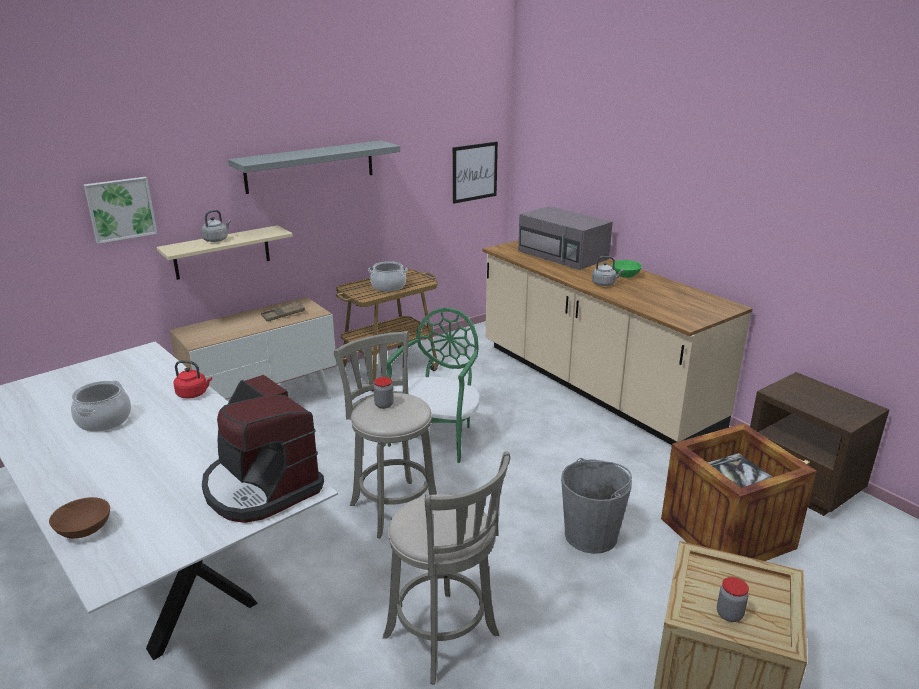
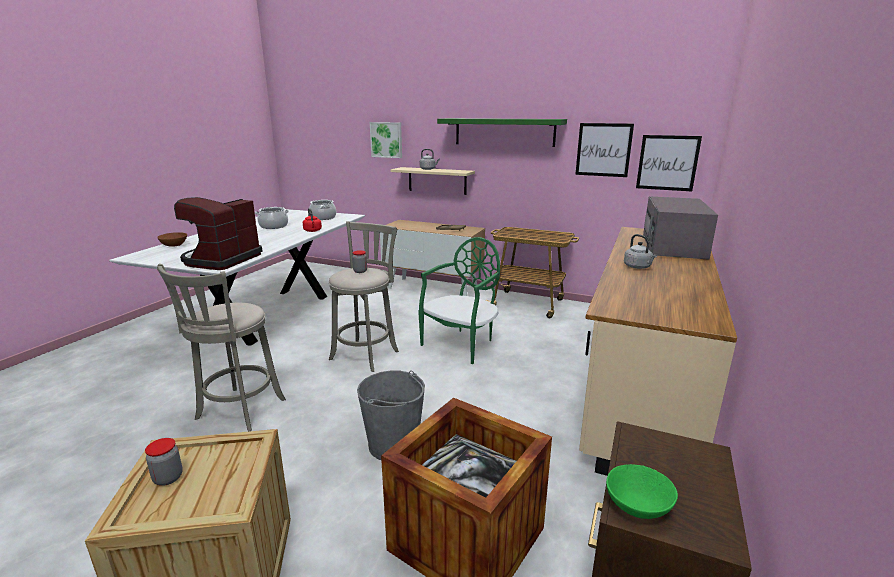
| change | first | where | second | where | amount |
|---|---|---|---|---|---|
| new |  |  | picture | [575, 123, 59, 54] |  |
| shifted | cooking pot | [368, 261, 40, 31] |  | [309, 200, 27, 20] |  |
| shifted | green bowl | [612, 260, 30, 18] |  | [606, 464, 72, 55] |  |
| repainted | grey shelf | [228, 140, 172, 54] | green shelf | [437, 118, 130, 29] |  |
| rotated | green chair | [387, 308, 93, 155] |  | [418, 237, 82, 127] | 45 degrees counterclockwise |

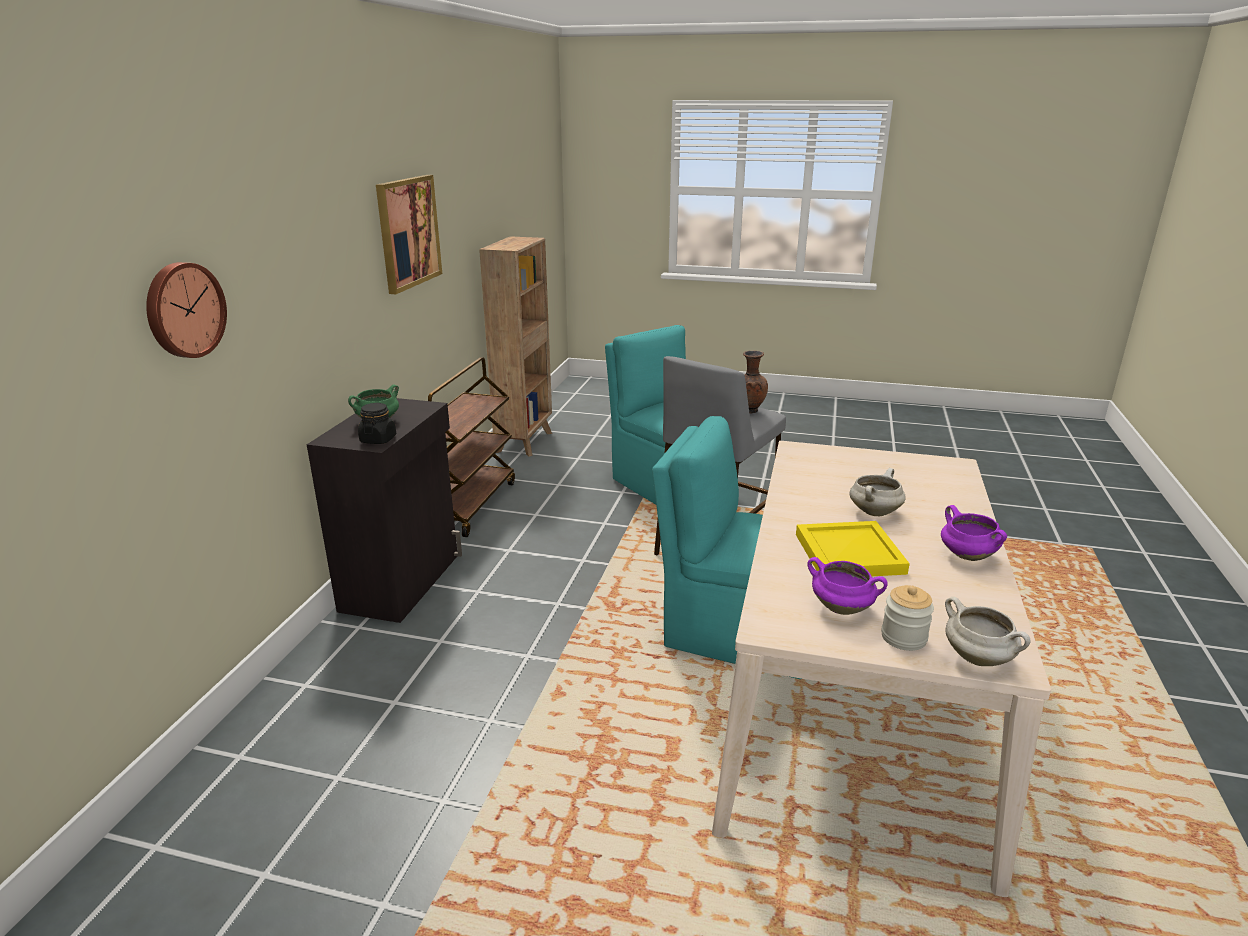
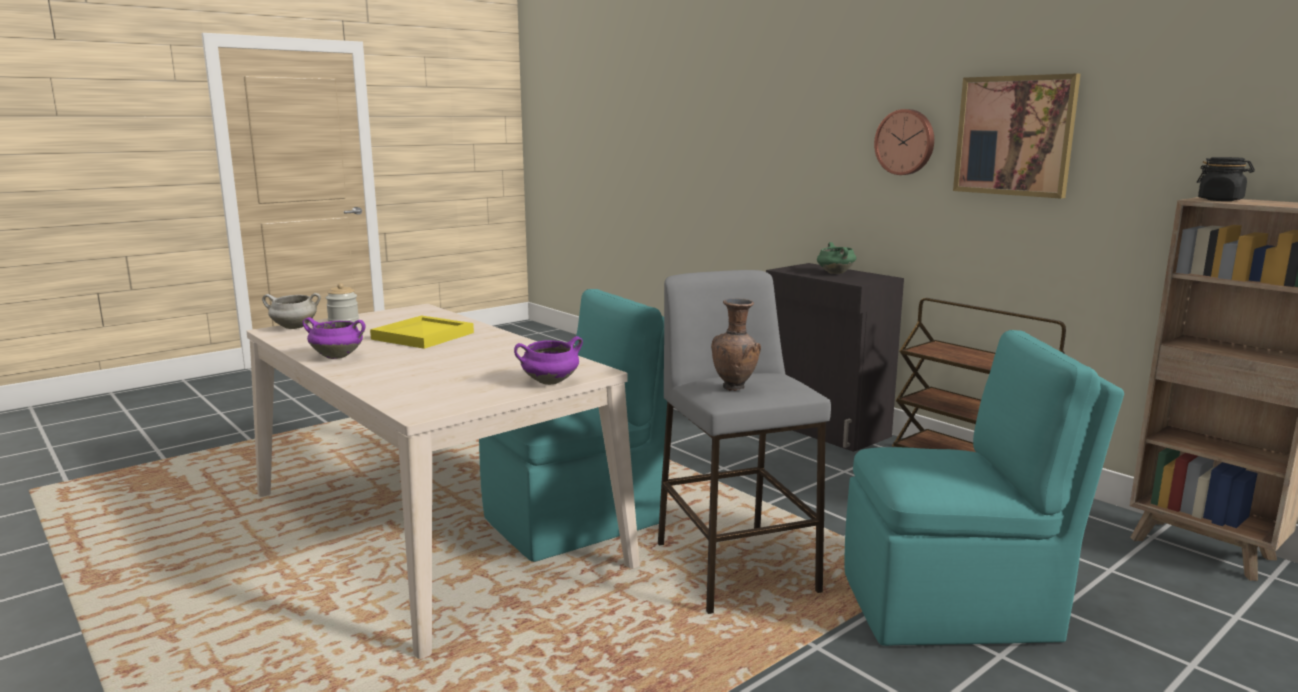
| change | first | where | second | where | amount |
|---|---|---|---|---|---|
| gone | white cooking pot | [849, 468, 57, 48] |  |  |  |
| shifted | wall clock | [146, 262, 81, 96] |  | [874, 109, 60, 66] |  |
| shifted | black jar | [358, 403, 38, 41] |  | [1197, 157, 58, 44] |  |
| shifted | purple cooking pot | [807, 557, 81, 58] |  | [514, 336, 69, 49] |  |

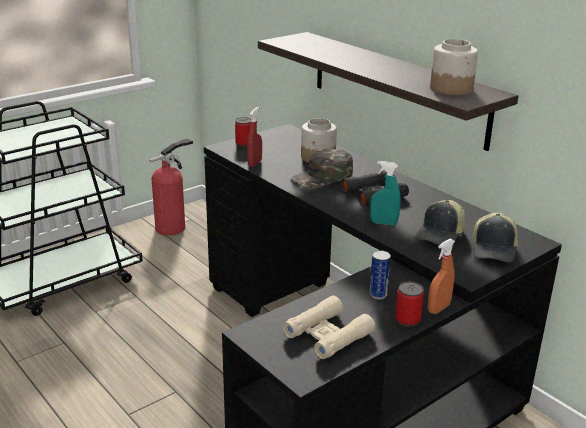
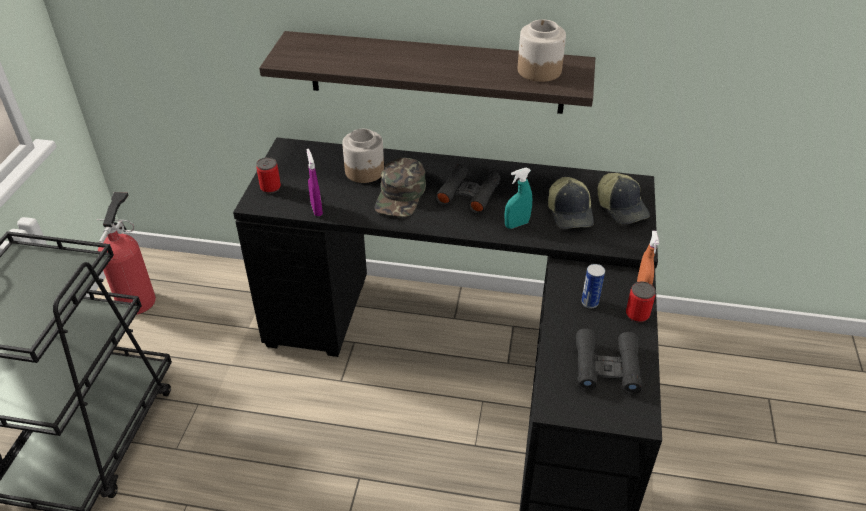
| change | first | where | second | where | amount |
|---|---|---|---|---|---|
| repainted | red spray bottle | [247, 107, 15, 60] | purple spray bottle | [306, 149, 17, 67] |  |
| repainted | beige binoculars | [283, 295, 92, 64] | black binoculars | [576, 328, 66, 66] |  |

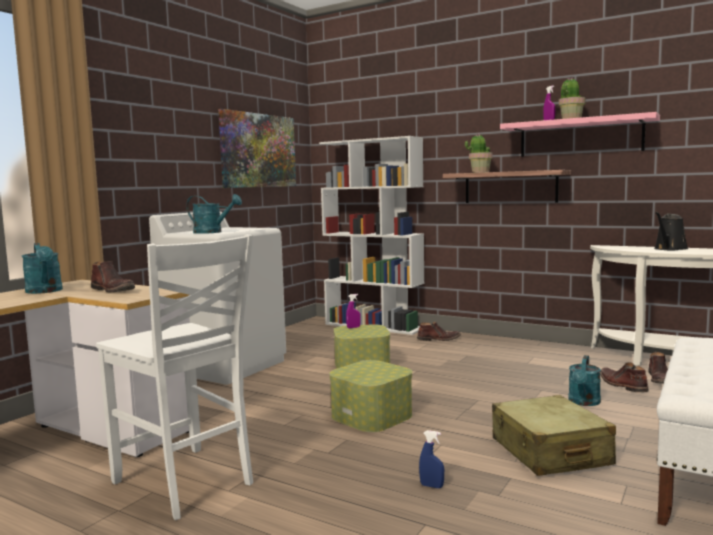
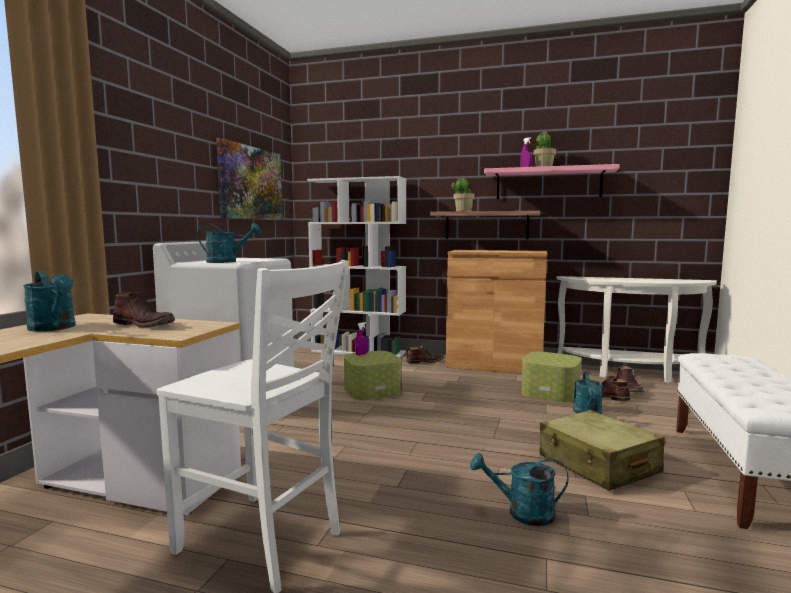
| change | first | where | second | where | amount |
|---|---|---|---|---|---|
| gone | black watering can | [654, 212, 34, 38] |  |  |  |
| new |  |  | brown cabinet | [446, 250, 101, 124] |  |
| shifted | storage box | [329, 360, 83, 72] |  | [521, 352, 61, 50] |  |
| swapped | blue spray bottle | [419, 430, 25, 58] | turquoise watering can | [470, 453, 98, 73] |  |

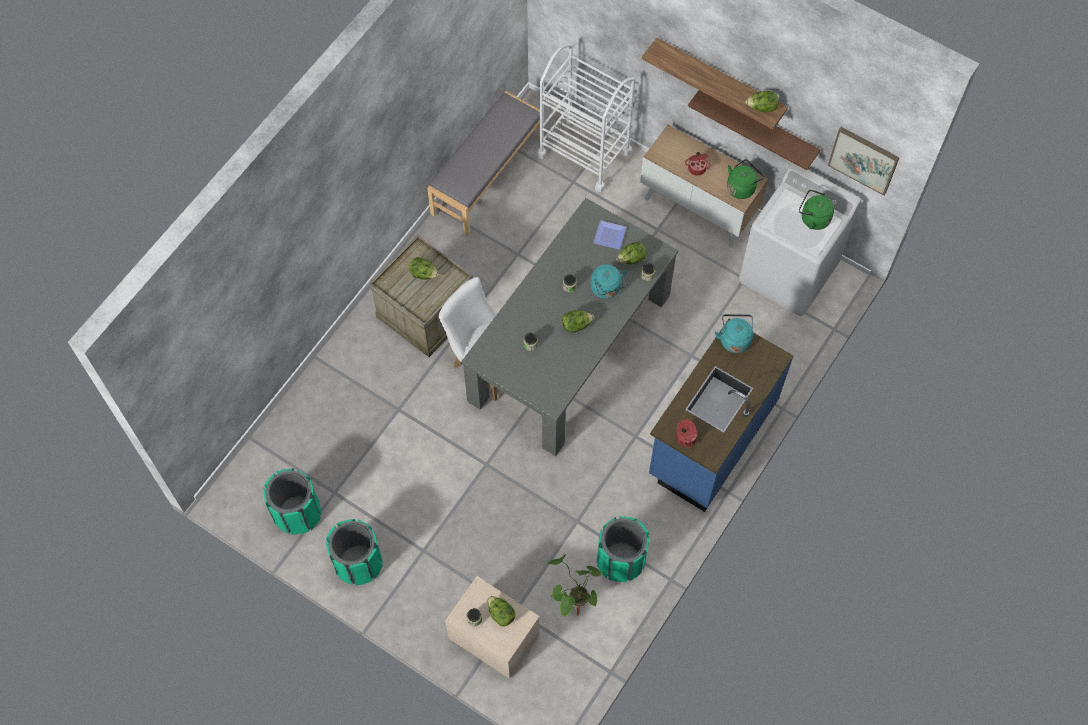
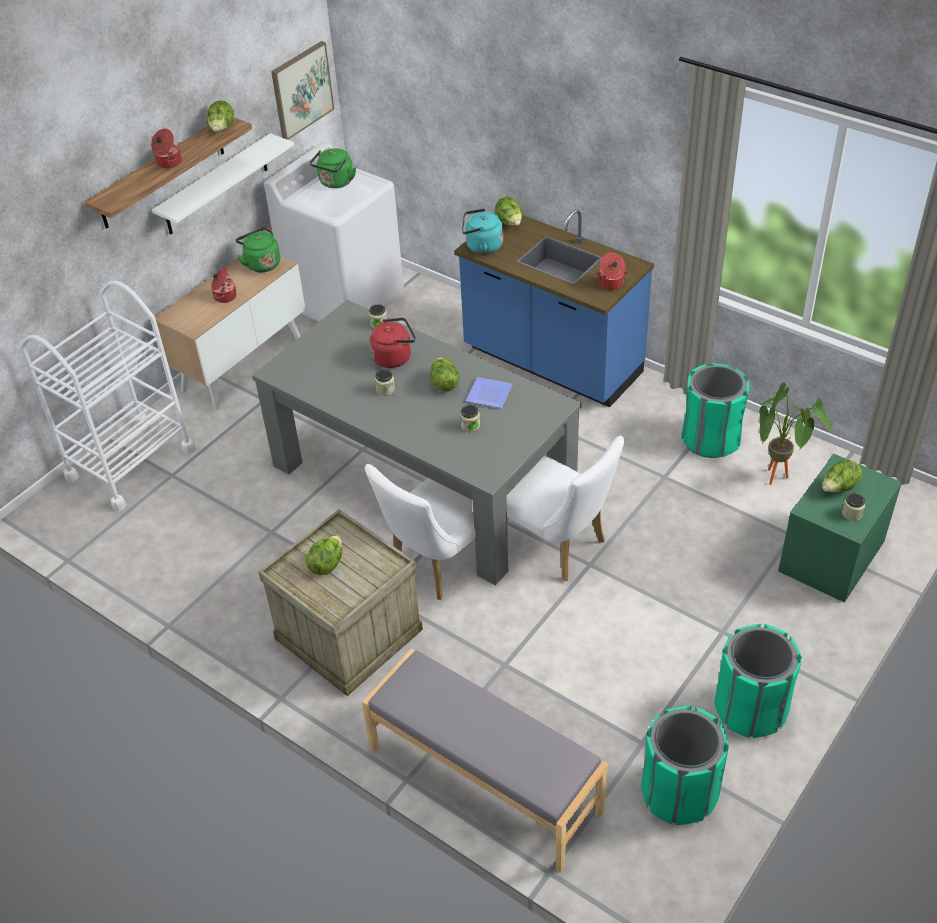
| change | first | where | second | where | amount |
|---|---|---|---|---|---|
| new |  |  | cooking pot | [151, 129, 31, 40] |  |
| new |  |  | white chair | [506, 436, 118, 146] |  |
| shifted | grey bench | [427, 91, 117, 145] |  | [362, 649, 246, 223] |  |
| shifted | plate | [593, 220, 33, 30] |  | [466, 377, 47, 31] |  |
| shifted | lettuce | [616, 242, 31, 22] |  | [495, 196, 27, 30] |  |
| repainted | beige nightstand | [445, 576, 94, 103] | green nightstand | [778, 454, 124, 149] |  |
| repainted | turquoise kettle | [591, 264, 36, 35] | red kettle | [370, 318, 46, 50] |  |
| repainted | brown shelf | [688, 90, 133, 80] | white shelf | [152, 133, 142, 102] |  |

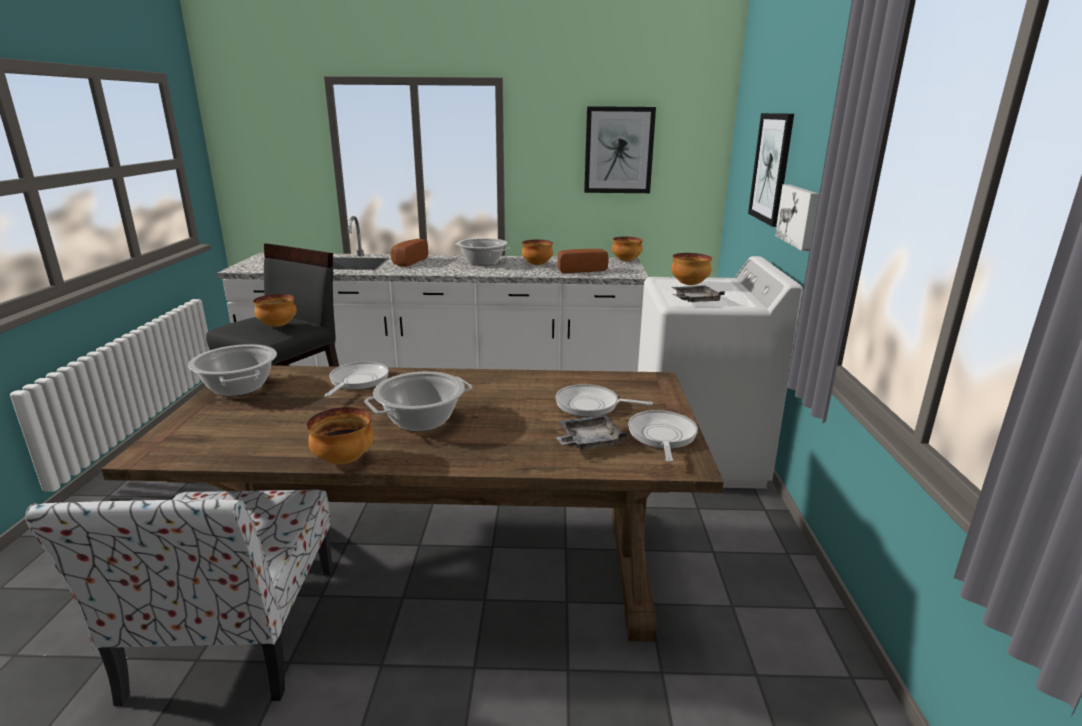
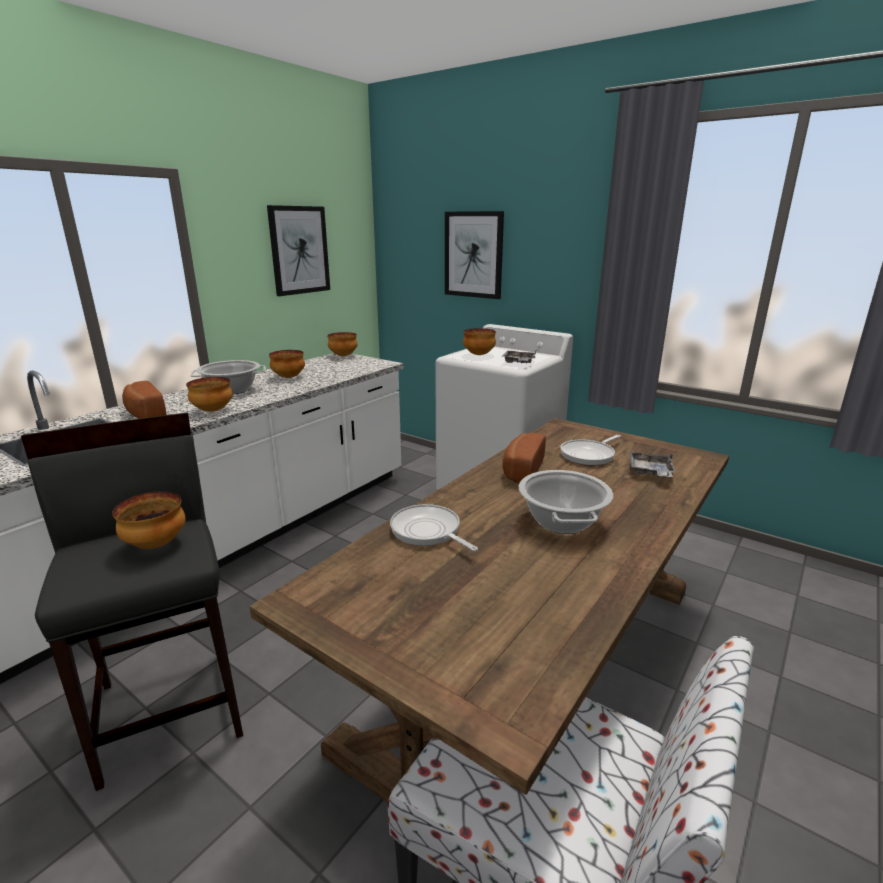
| change | first | where | second | where | amount |
|---|---|---|---|---|---|
| gone | cooking pot | [188, 344, 89, 52] |  |  |  |
| gone | frying pan | [628, 410, 70, 52] |  |  |  |
| gone | picture | [775, 184, 44, 67] |  |  |  |
| shifted | bowl | [307, 407, 67, 57] |  | [186, 377, 47, 35] |  |
| shifted | bread | [558, 249, 51, 24] |  | [502, 433, 44, 50] |  |

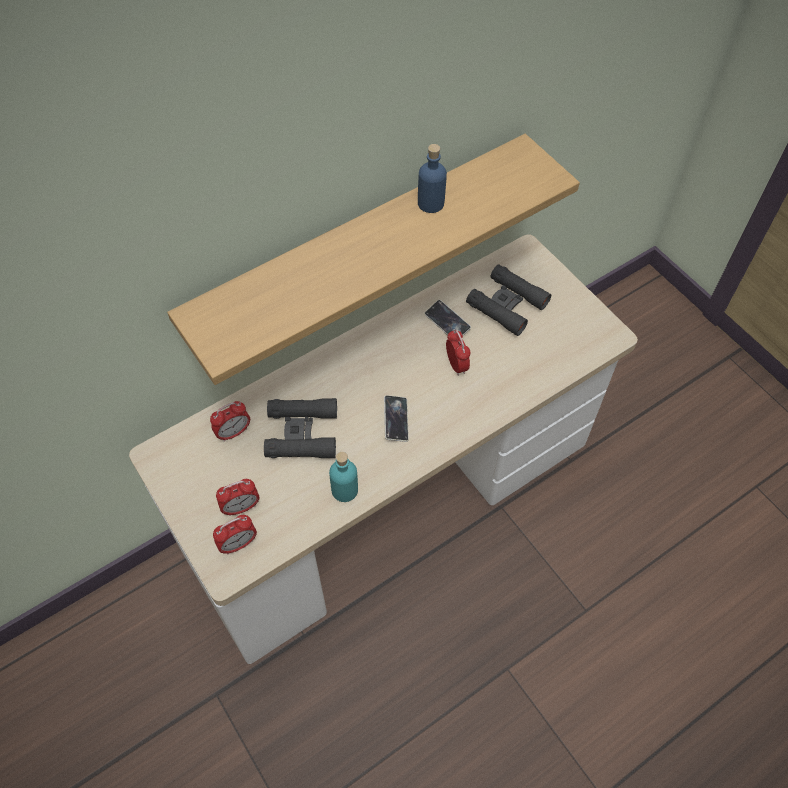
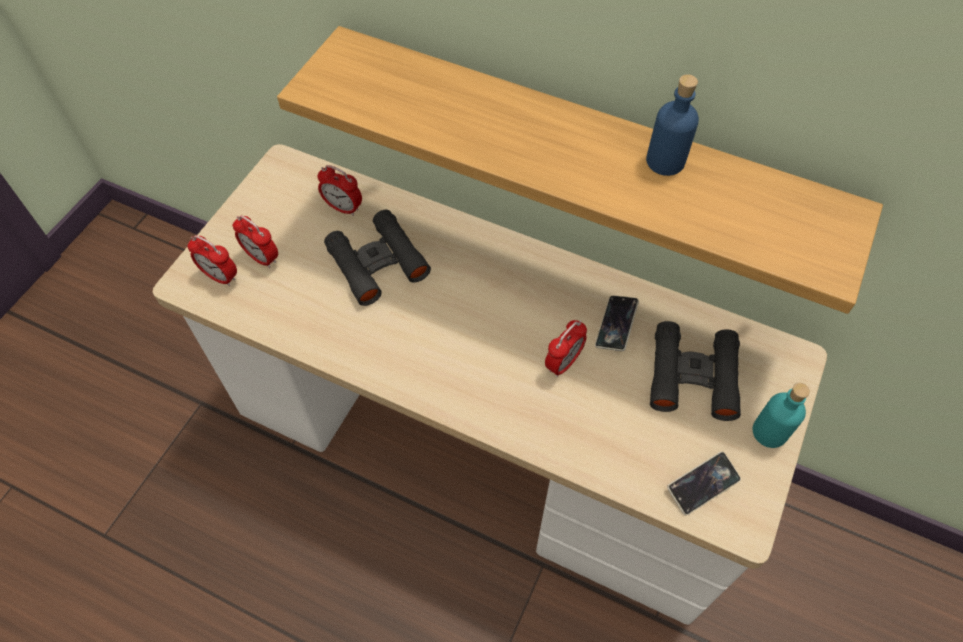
| change | first | where | second | where | amount |
|---|---|---|---|---|---|
| shifted | turquoise bottle | [329, 452, 29, 50] |  | [753, 383, 57, 65] |  |
| shifted | phone | [384, 395, 25, 47] |  | [667, 452, 74, 63] |  |

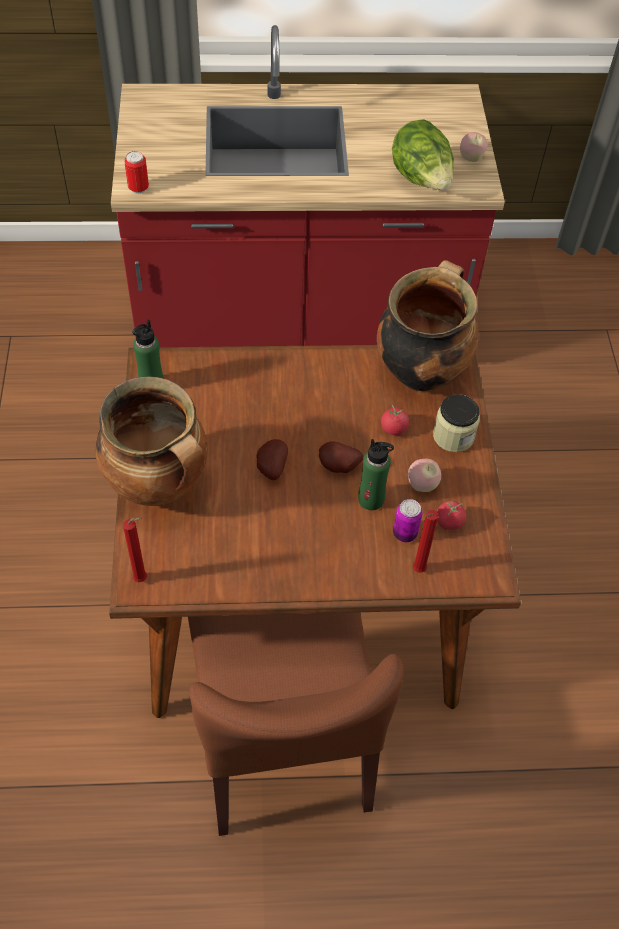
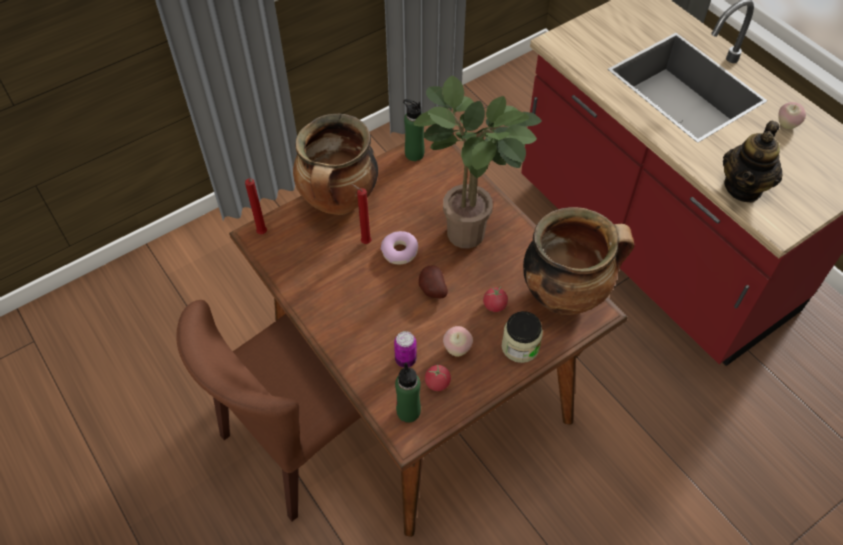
| change | first | where | second | where | amount |
|---|---|---|---|---|---|
| gone | can | [124, 151, 25, 43] |  |  |  |
| new |  |  | potted plant | [413, 75, 129, 174] |  |
| shifted | green bottle | [358, 439, 36, 71] |  | [395, 362, 26, 61] |  |
| shifted | red candle | [413, 510, 26, 63] |  | [352, 184, 19, 60] |  |
| shifted | apple | [460, 132, 28, 30] |  | [778, 102, 28, 27] |  |
| swapped | potato | [256, 439, 32, 41] | donut | [381, 231, 37, 33] |  |
| swapped | lettuce | [392, 119, 62, 71] | teapot | [723, 121, 60, 82] |  |

